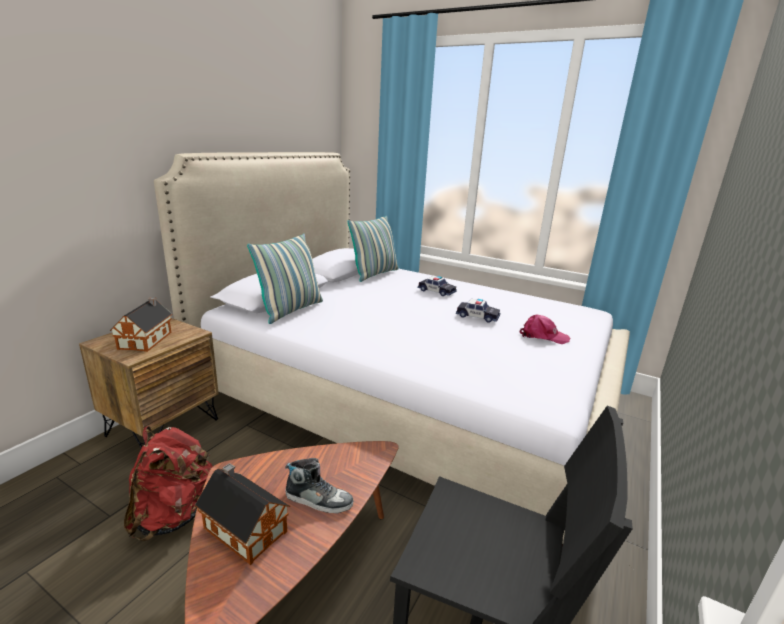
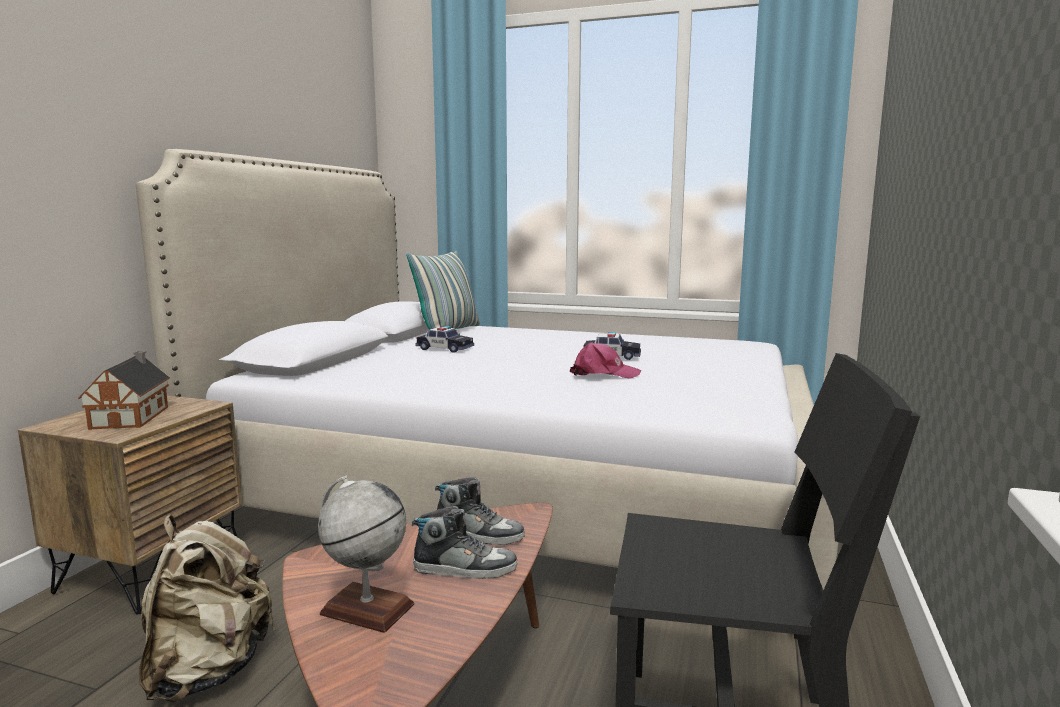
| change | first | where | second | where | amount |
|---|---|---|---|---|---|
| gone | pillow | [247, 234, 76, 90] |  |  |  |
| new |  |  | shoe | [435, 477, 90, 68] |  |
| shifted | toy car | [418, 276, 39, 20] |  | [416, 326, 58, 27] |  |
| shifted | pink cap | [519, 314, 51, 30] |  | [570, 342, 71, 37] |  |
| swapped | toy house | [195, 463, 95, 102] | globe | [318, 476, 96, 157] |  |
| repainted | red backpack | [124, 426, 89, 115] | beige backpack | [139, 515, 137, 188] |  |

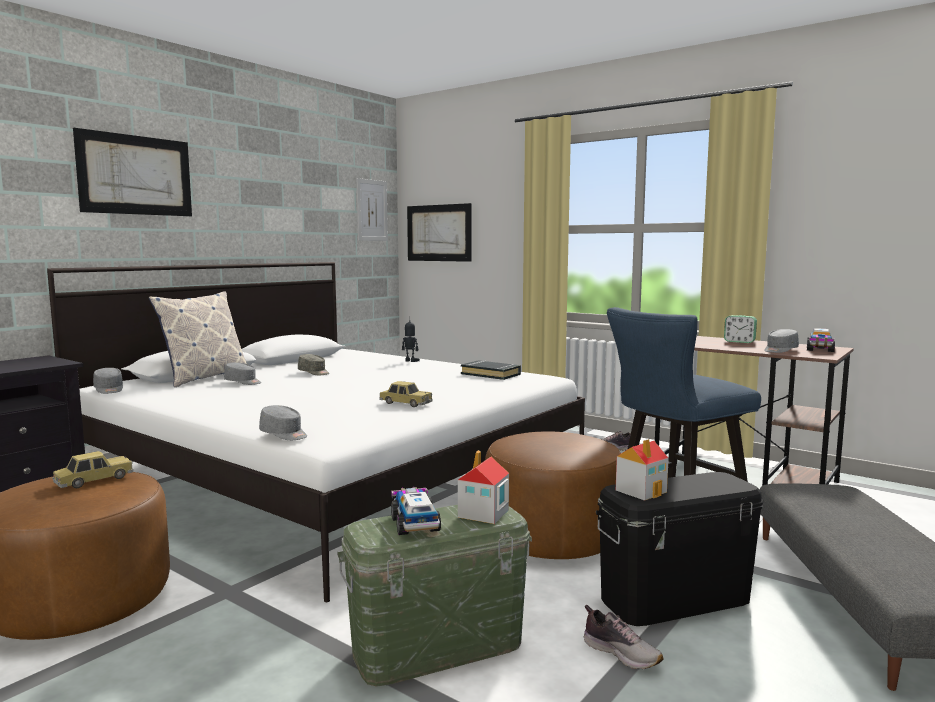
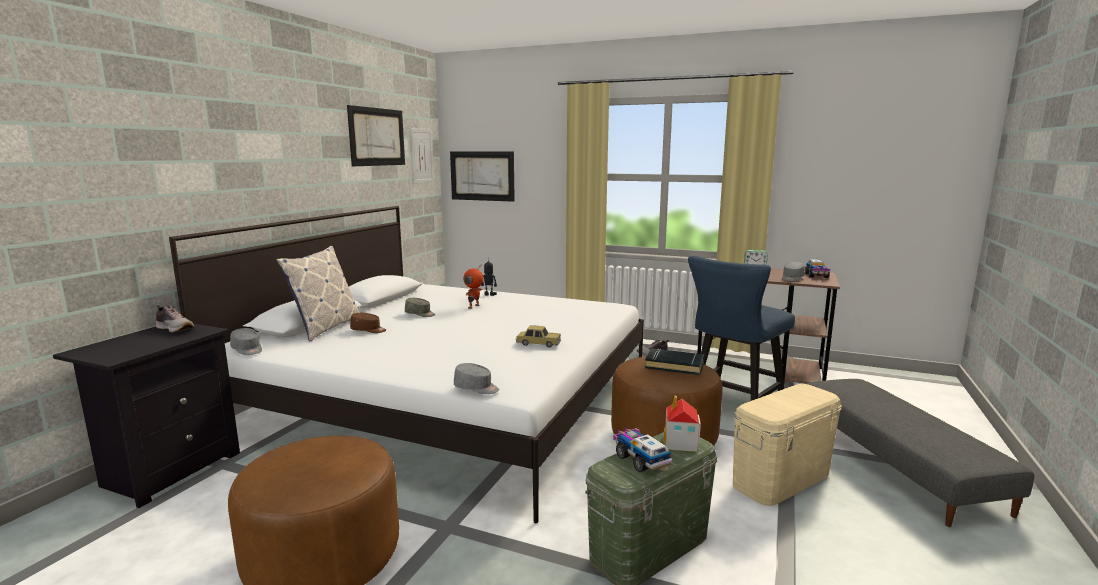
| change | first | where | second | where | amount |
|---|---|---|---|---|---|
| gone | toy car | [52, 451, 81, 37] |  |  |  |
| gone | toy house | [616, 439, 53, 62] |  |  |  |
| new |  |  | toy robot | [463, 265, 21, 44] |  |
| shifted | picture | [73, 128, 119, 88] |  | [347, 105, 58, 61] |  |
| shifted | black book | [461, 360, 60, 20] |  | [645, 348, 59, 27] |  |
| shifted | shoe | [584, 605, 80, 64] |  | [156, 305, 38, 27] |  |
| repainted | grey cap | [224, 362, 37, 23] | brown cap | [350, 313, 36, 20] |  |
| repainted | black storage box | [596, 472, 167, 154] | beige storage box | [733, 384, 109, 122] |  |

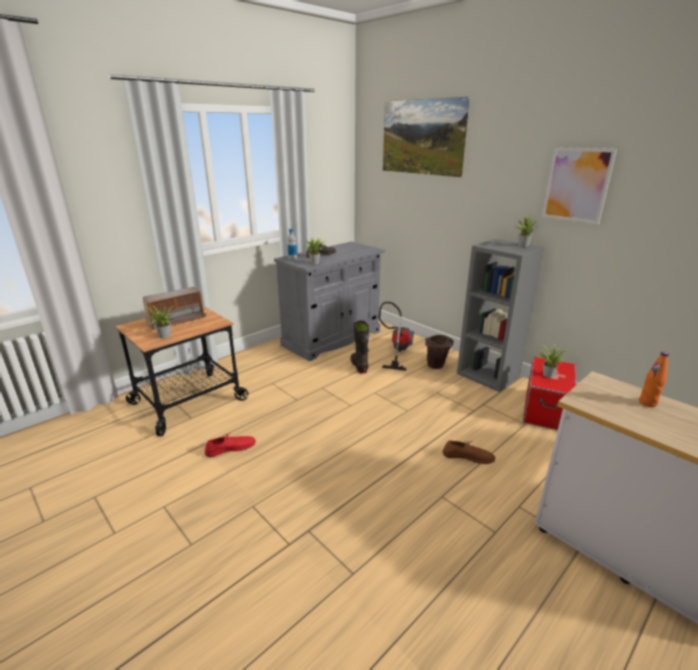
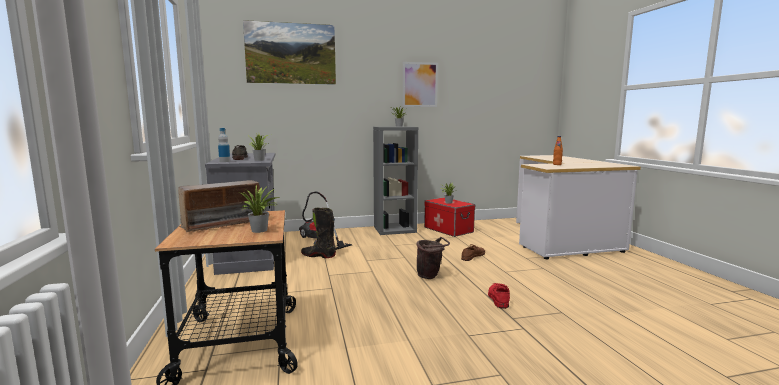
| change | first | where | second | where | amount |
|---|---|---|---|---|---|
| shifted | red shoe | [205, 433, 51, 24] |  | [488, 283, 22, 26] |  |
| shifted | brown bucket | [425, 335, 29, 34] |  | [416, 237, 34, 42] |  |
| rotated | radio | [143, 287, 63, 43] |  | [178, 180, 82, 53] | 60 degrees clockwise |

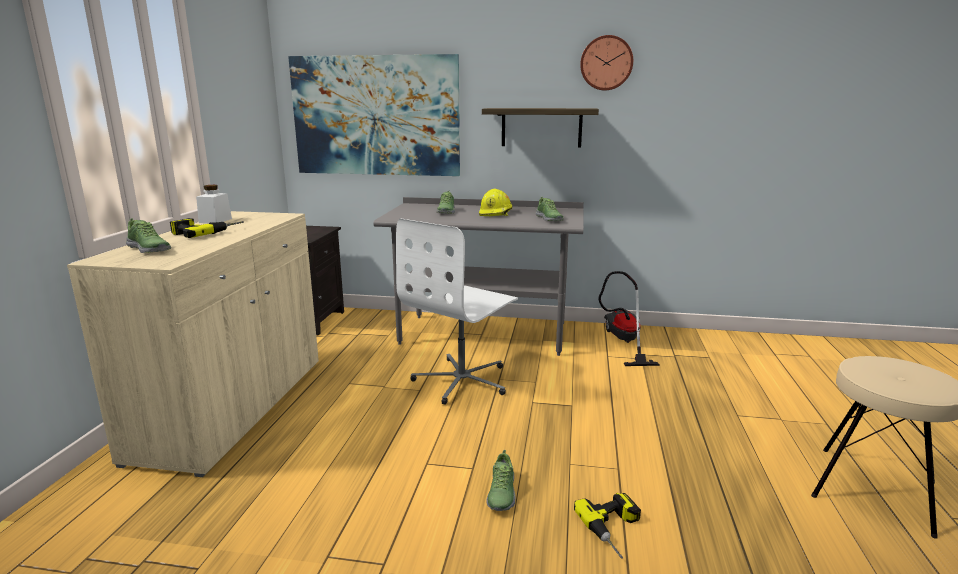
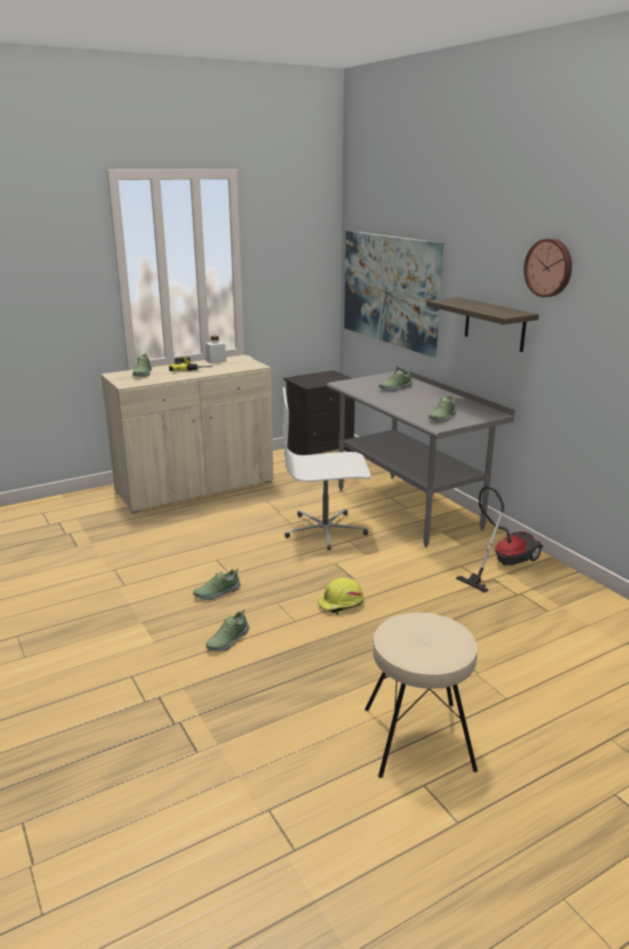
| change | first | where | second | where | amount |
|---|---|---|---|---|---|
| shifted | yellow hard hat | [479, 189, 33, 27] |  | [318, 577, 46, 38] |  |
| swapped | power drill | [574, 493, 67, 66] | shoe | [206, 610, 43, 42] |  |

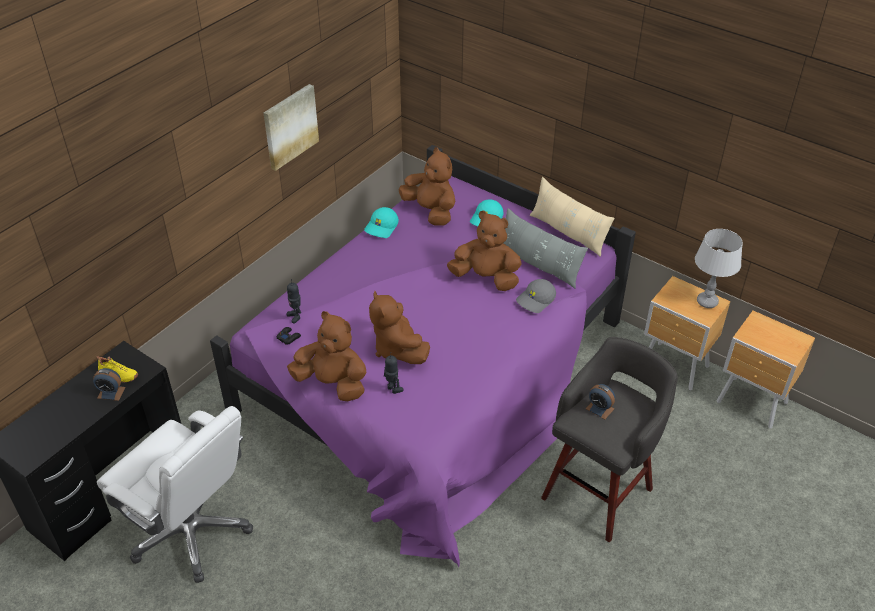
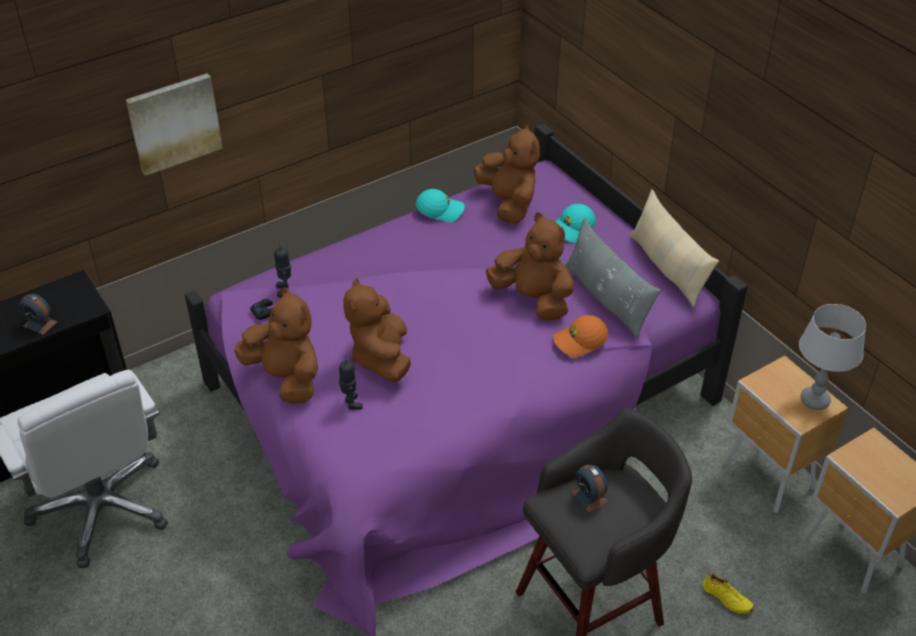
| change | first | where | second | where | amount |
|---|---|---|---|---|---|
| shifted | yellow shoe | [96, 356, 42, 27] |  | [703, 570, 51, 44] |  |
| shifted | picture | [263, 84, 56, 87] |  | [126, 73, 97, 103] |  |
| repainted | grey cap | [516, 279, 40, 34] | orange cap | [553, 315, 55, 43] |  |
| rotated | turquoise cap | [364, 207, 35, 31] |  | [416, 189, 49, 33] | 135 degrees counterclockwise |

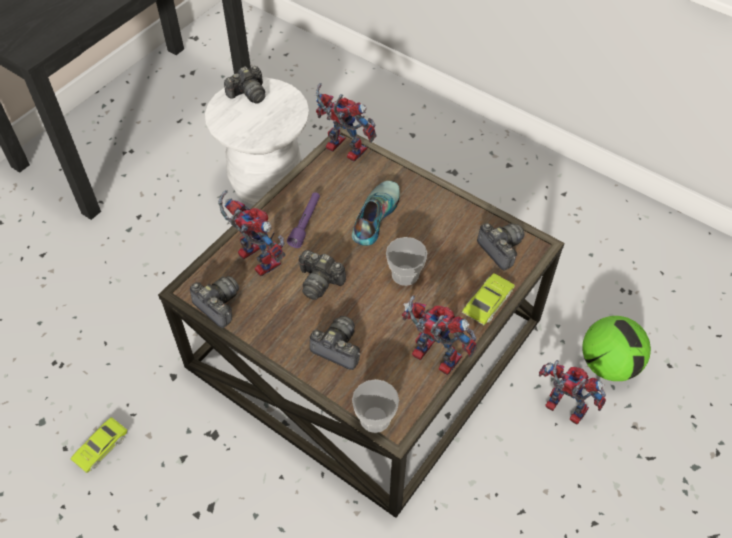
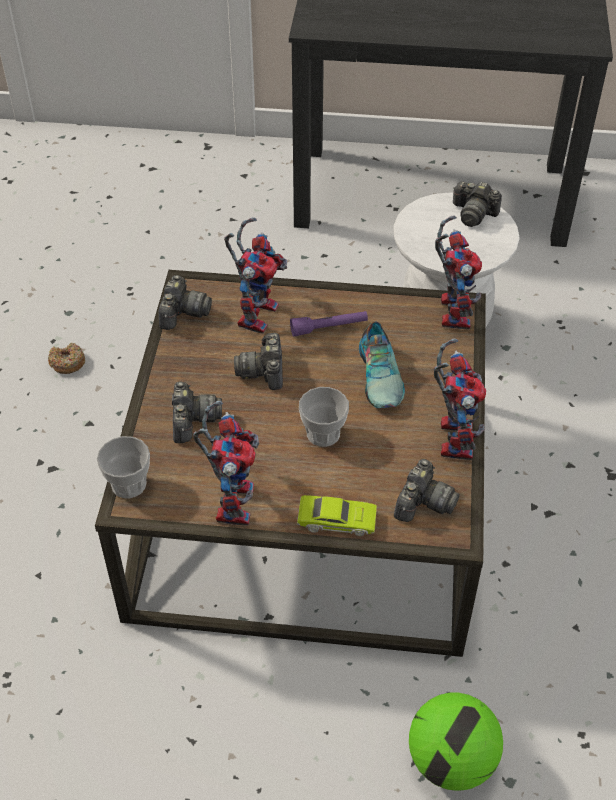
| change | first | where | second | where | amount |
|---|---|---|---|---|---|
| shifted | toy robot | [539, 360, 67, 65] |  | [434, 339, 52, 121] |  |
| swapped | green toy car | [71, 417, 57, 56] | donut | [48, 343, 37, 31] |  |
| rotated | shoe | [352, 181, 48, 65] |  | [359, 322, 46, 86] | 90 degrees clockwise |

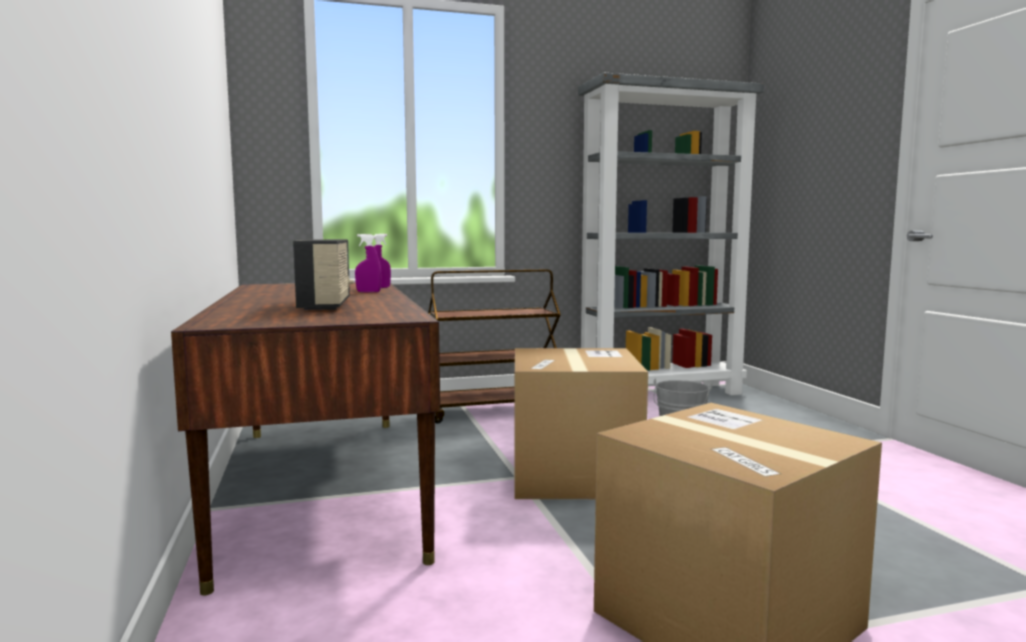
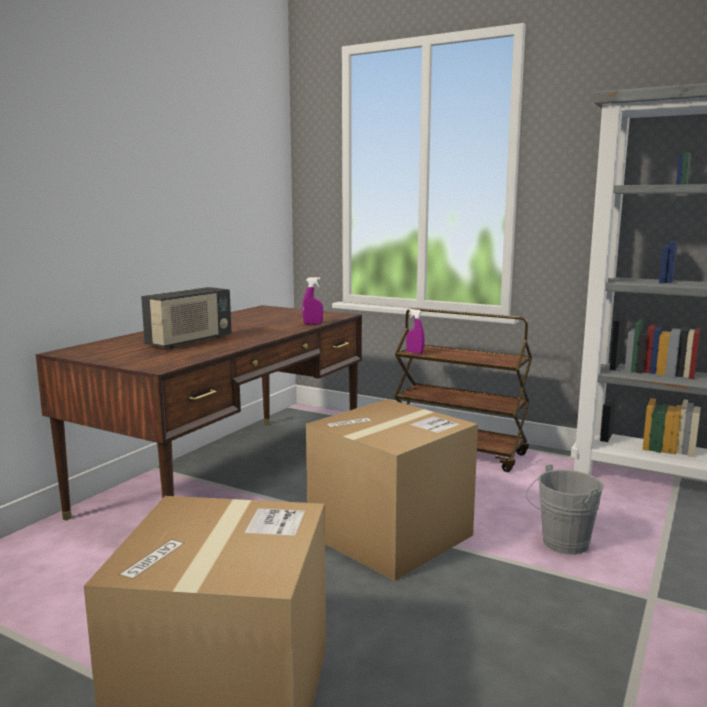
| change | first | where | second | where | amount |
|---|---|---|---|---|---|
| shifted | purple spray bottle | [355, 234, 26, 58] |  | [406, 309, 19, 45] |  |

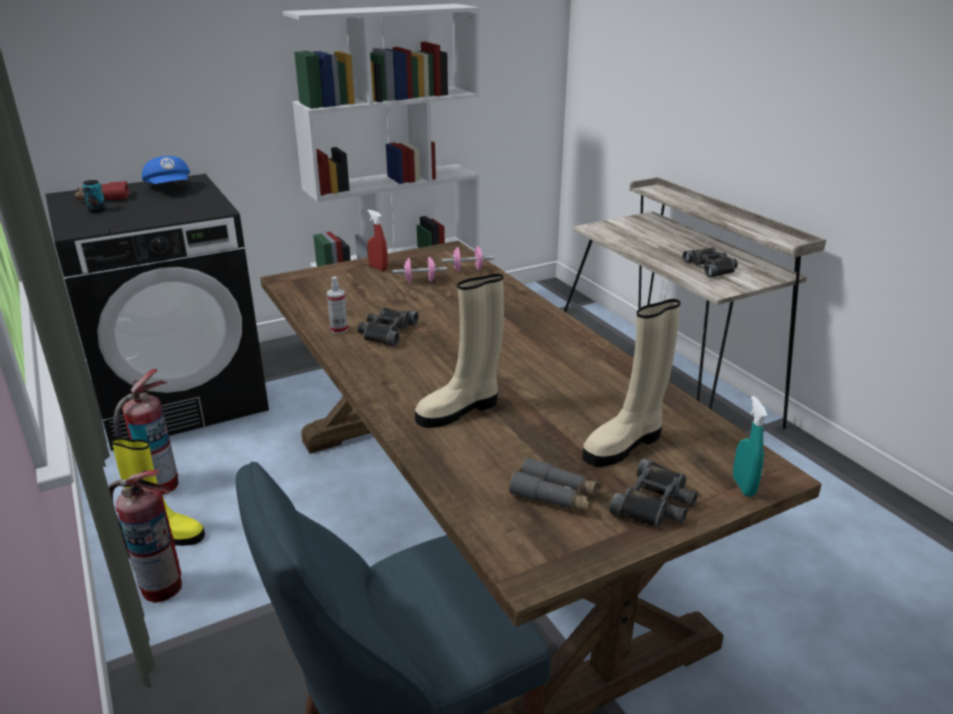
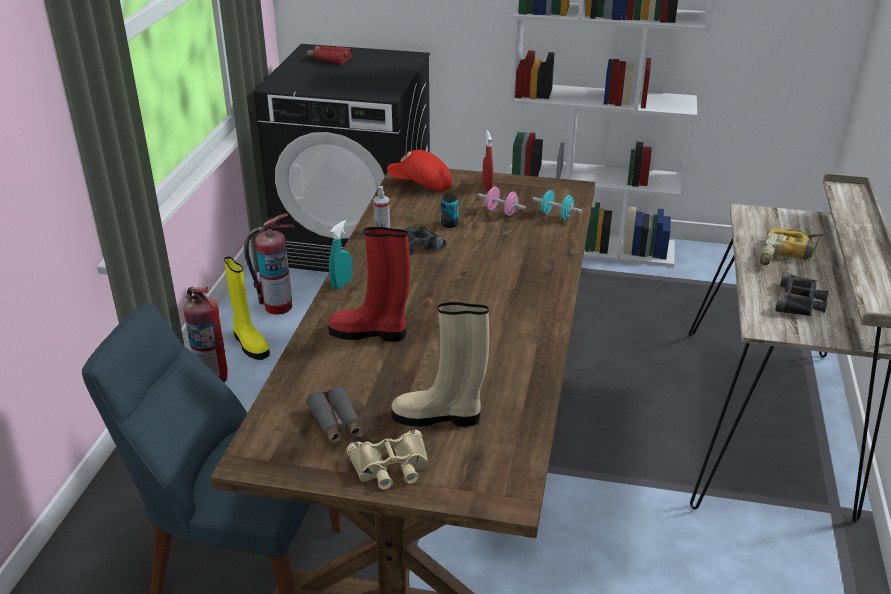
| change | first | where | second | where | amount |
|---|---|---|---|---|---|
| gone | blue cap | [142, 156, 48, 28] |  |  |  |
| new |  |  | red cap | [387, 150, 65, 41] |  |
| new |  |  | power drill | [760, 229, 63, 36] |  |
| shifted | can | [82, 180, 24, 33] |  | [441, 195, 18, 33] |  |
| shifted | turquoise spray bottle | [733, 396, 35, 101] |  | [329, 220, 23, 69] |  |
| repainted | beige boot | [415, 274, 89, 154] | red boot | [328, 227, 82, 115] |  |
| repainted | pink dumbbell | [442, 246, 52, 26] | turquoise dumbbell | [532, 190, 51, 29] |  |
| repainted | black binoculars | [609, 458, 89, 69] | beige binoculars | [346, 430, 83, 60] |  |

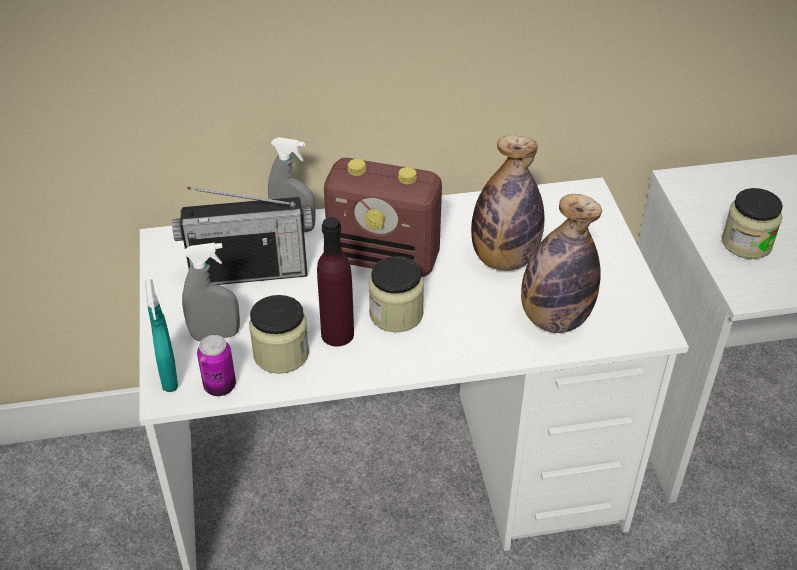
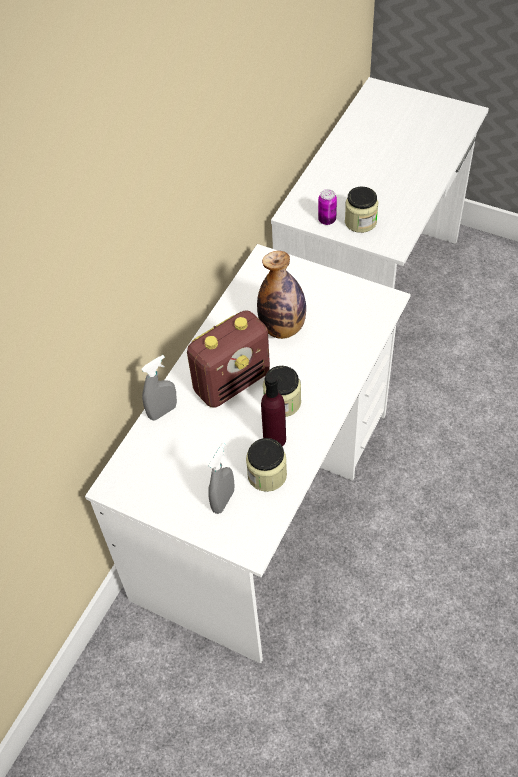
| change | first | where | second | where | amount |
|---|---|---|---|---|---|
| gone | turquoise spray bottle | [145, 279, 33, 113] |  |  |  |
| gone | radio | [172, 187, 141, 98] |  |  |  |
| gone | bottle | [521, 194, 81, 139] |  |  |  |
| shifted | can | [197, 335, 39, 61] |  | [318, 189, 19, 36] |  |

